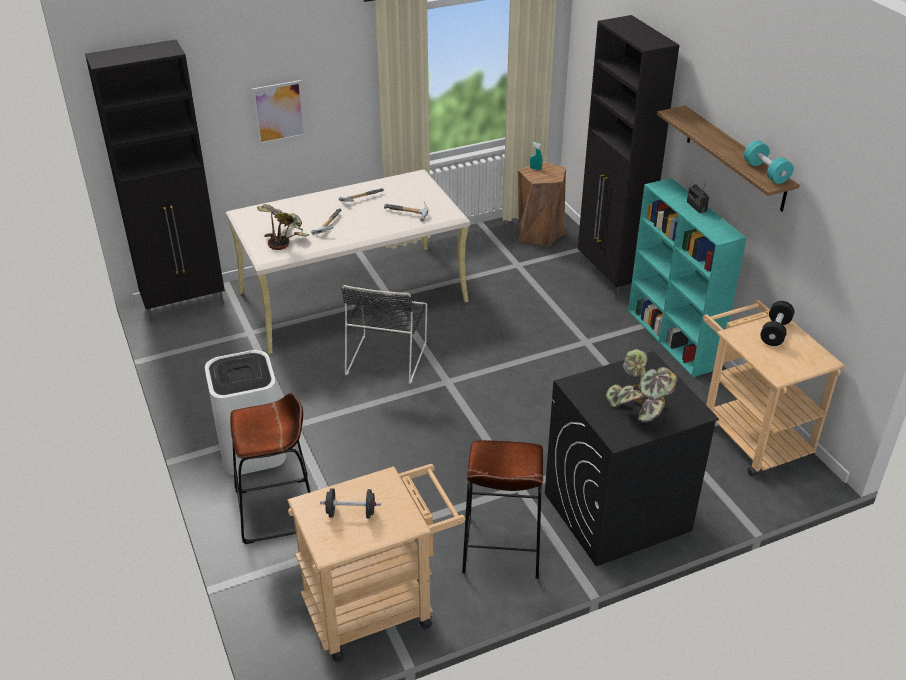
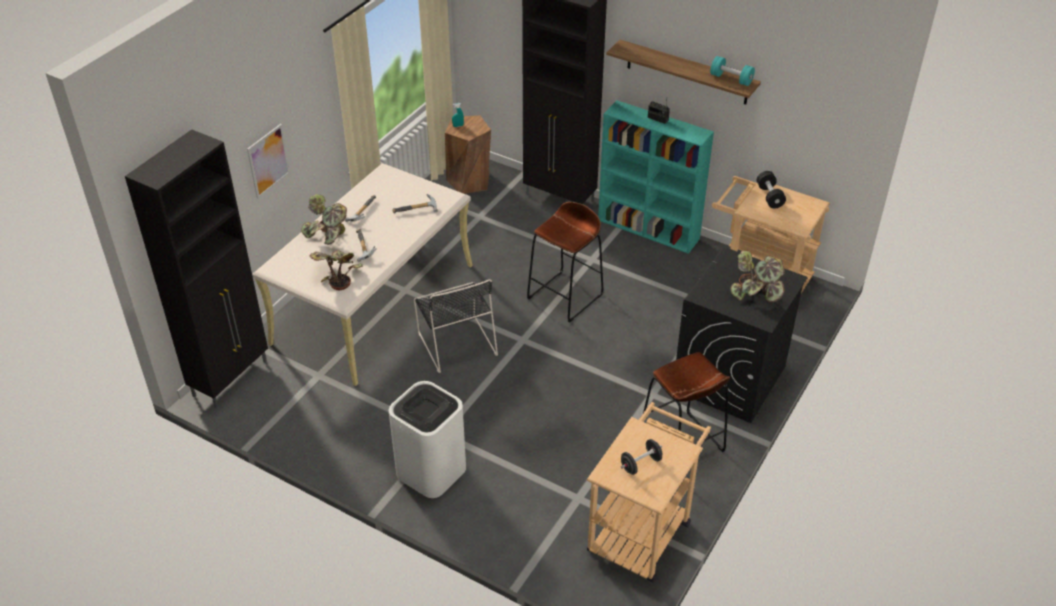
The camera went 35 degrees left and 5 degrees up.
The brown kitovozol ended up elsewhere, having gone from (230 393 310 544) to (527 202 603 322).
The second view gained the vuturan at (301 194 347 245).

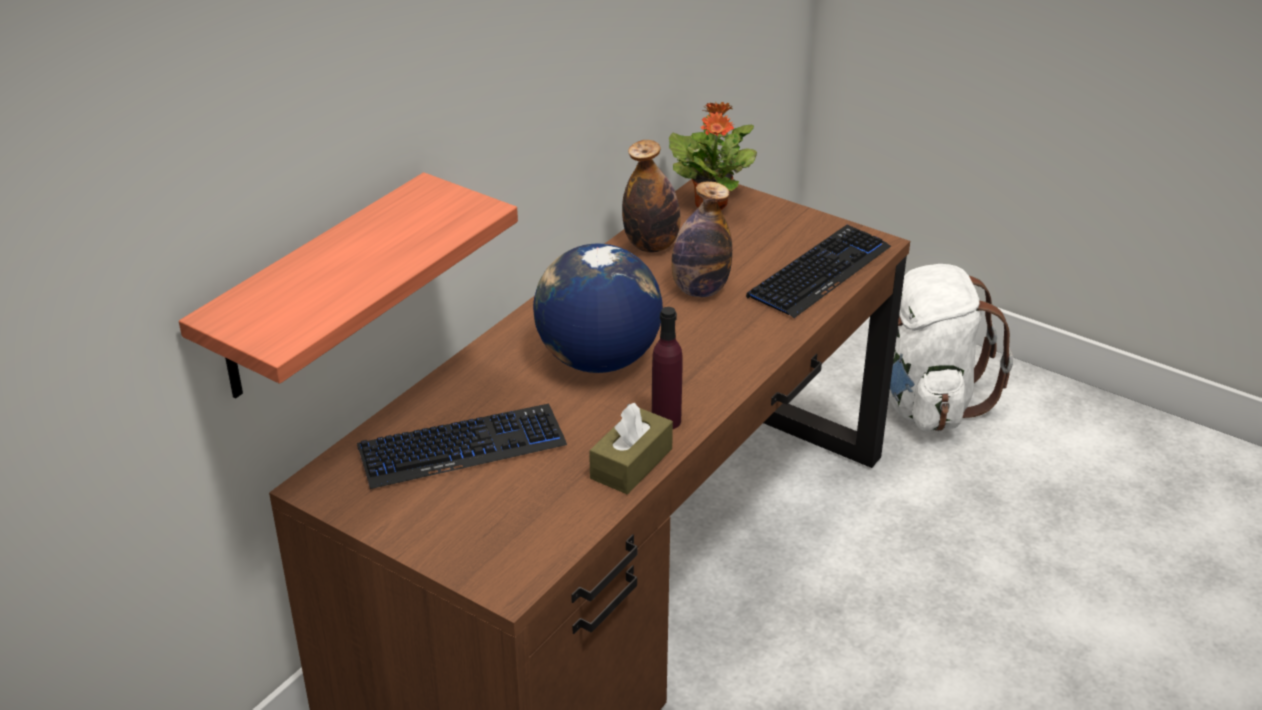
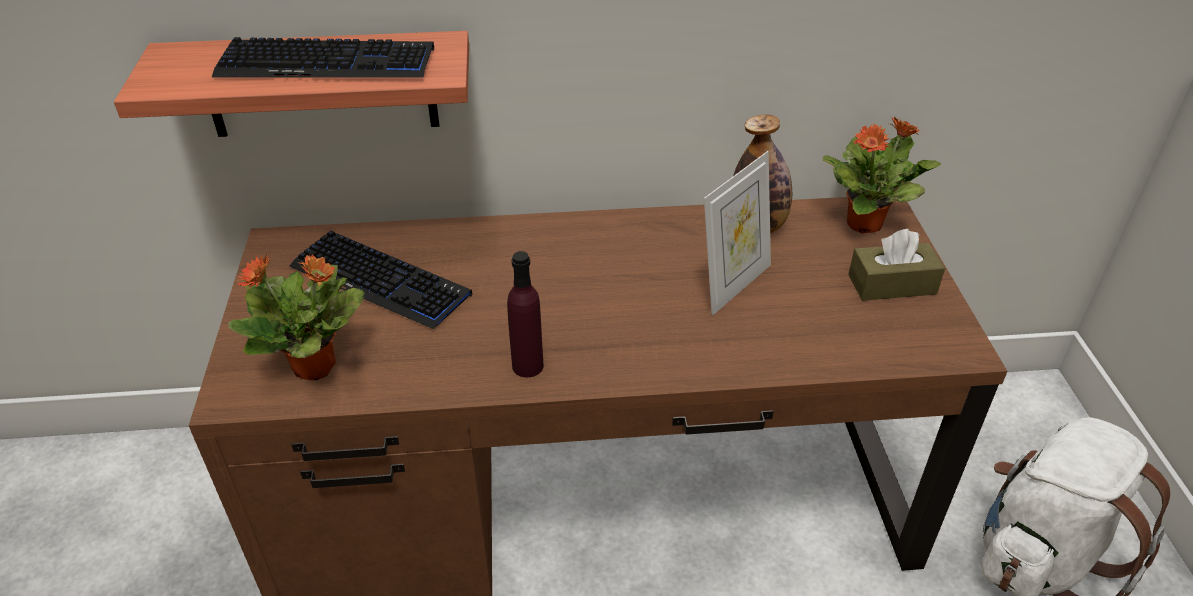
The camera went 50 degrees right and 5 degrees up.
Where the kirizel stood at (671 181 732 297), the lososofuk came to stand at (704 151 771 316).
The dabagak ended up elsewhere, having gone from (746 225 891 318) to (212 37 434 78).
The second view lost the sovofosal at (533 243 663 373).
The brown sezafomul ended up elsewhere, having gone from (589 403 673 494) to (848 229 945 301).
The second view gained the vuturan at (228 254 364 380).

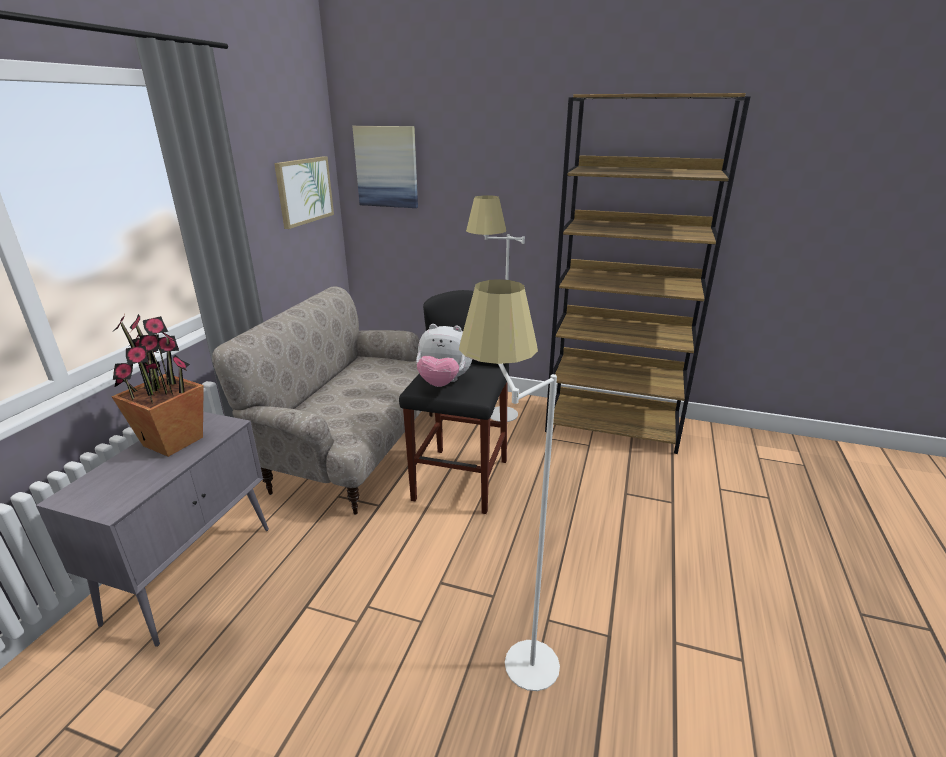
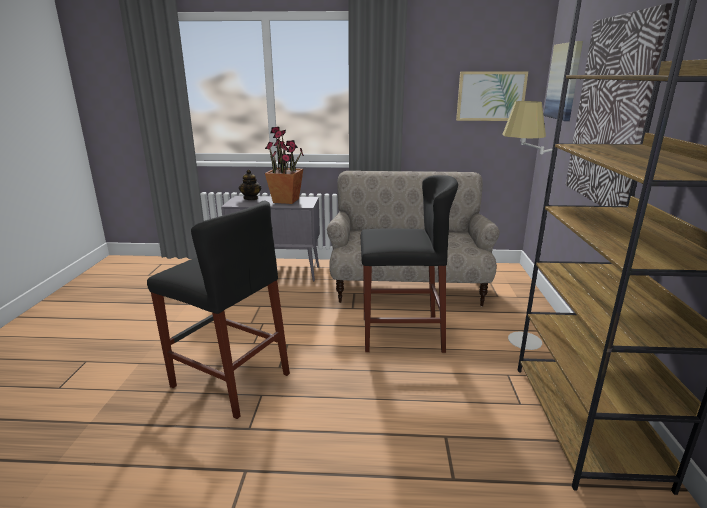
The camera went 75 degrees right and 5 degrees down.
Where the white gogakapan stood at (459 279 560 691), the black kitovozol came to stand at (147 200 290 419).
The second view lost the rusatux at (416 324 472 387).
The second view gained the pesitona at (566 3 672 206).
The second view gained the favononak at (239 170 261 200).

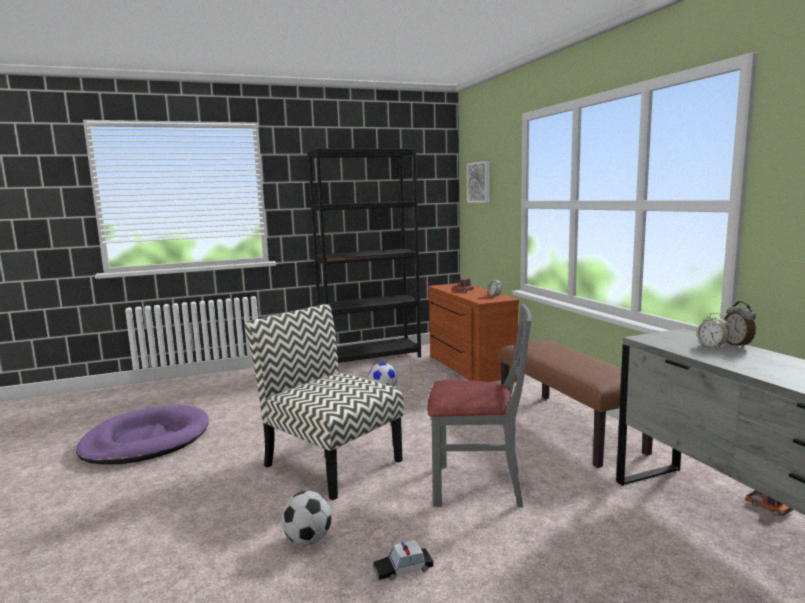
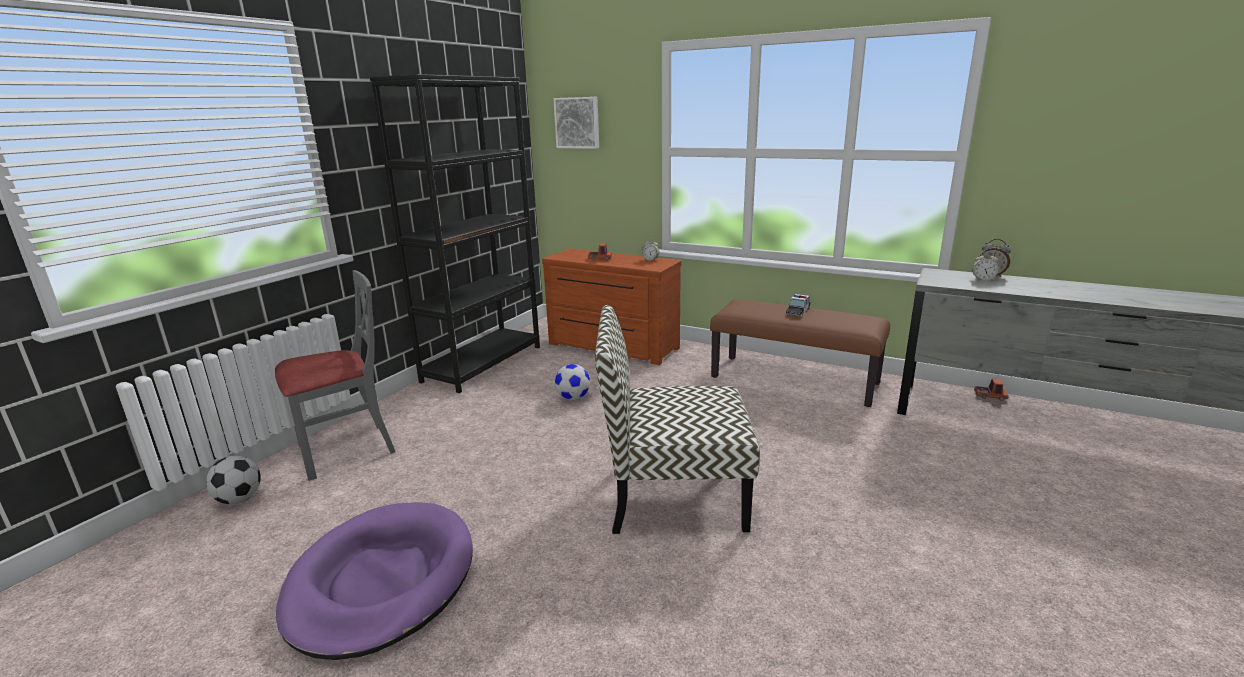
The camera went 40 degrees left and 10 degrees up.
The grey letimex ended up elsewhere, having gone from (428 304 532 507) to (275 270 395 481).
The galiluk ended up elsewhere, having gone from (282 491 332 545) to (206 456 261 504).
The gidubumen ended up elsewhere, having gone from (373 540 434 581) to (785 294 811 316).

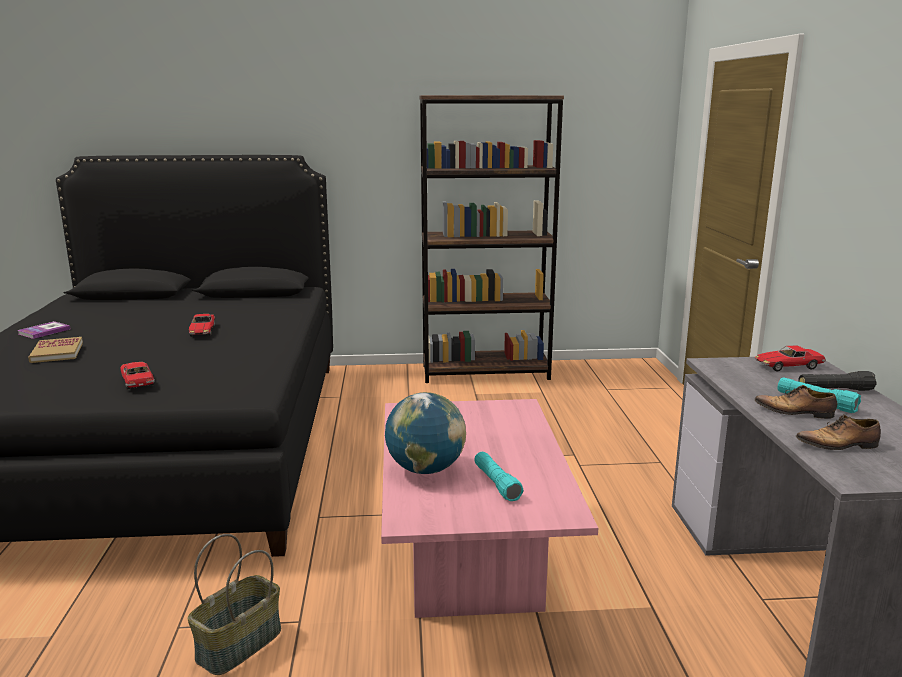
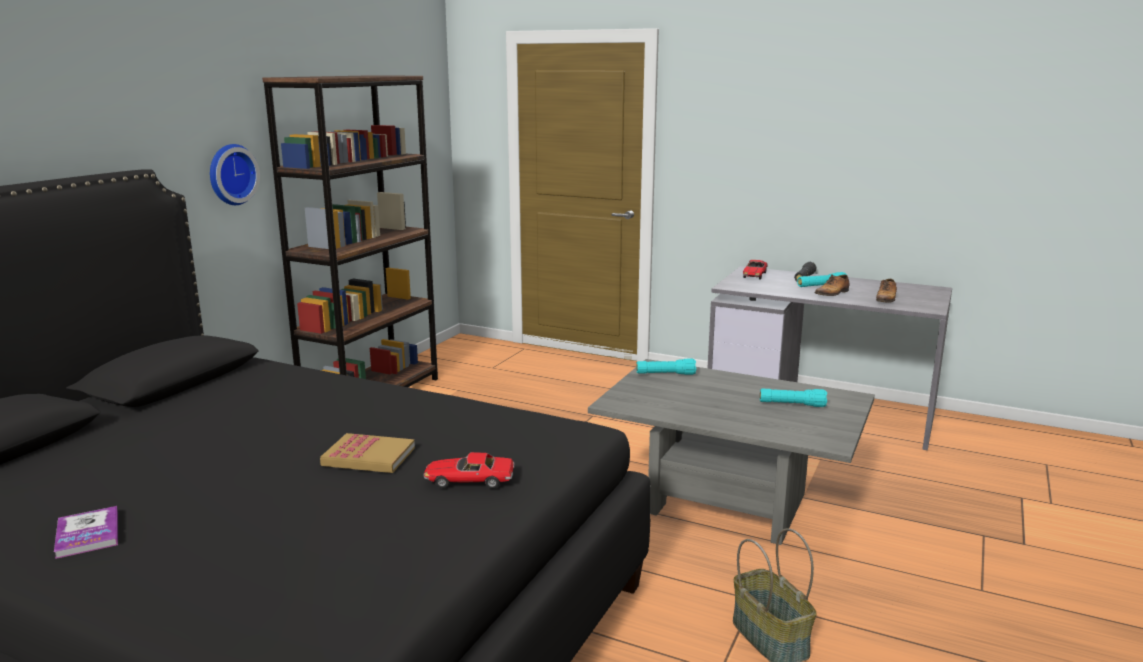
The camera went 60 degrees left and 0 degrees up.
The second view lost the gidubumen at (189 314 215 337).
The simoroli ended up elsewhere, having gone from (28 337 83 363) to (320 433 415 473).
The second view lost the sovofosal at (385 392 466 474).
What was the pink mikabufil at (381 399 598 618) turned into the grey mikabufil at (588 359 875 545).
The second view gained the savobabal at (210 144 260 205).
The second view gained the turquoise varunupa at (636 359 696 375).

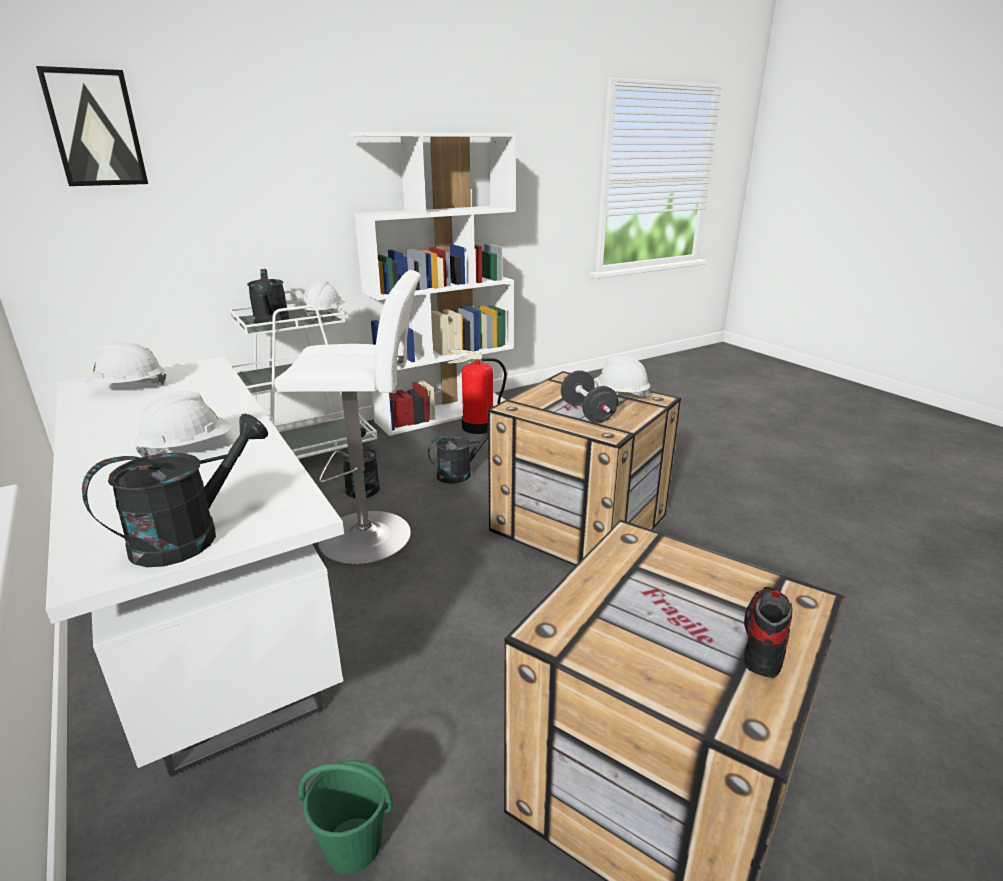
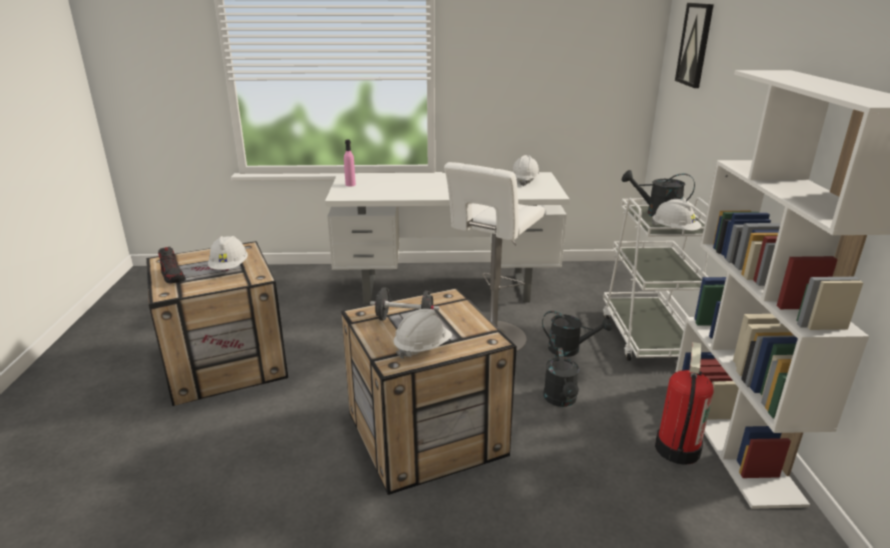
The camera went 120 degrees right and 0 degrees up.
The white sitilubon ended up elsewhere, having gone from (135 391 231 457) to (208 236 248 270).
Where the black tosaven stood at (82 414 268 567), the pink kirizel came to stand at (344 140 356 186).
The second view lost the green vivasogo at (299 760 393 874).

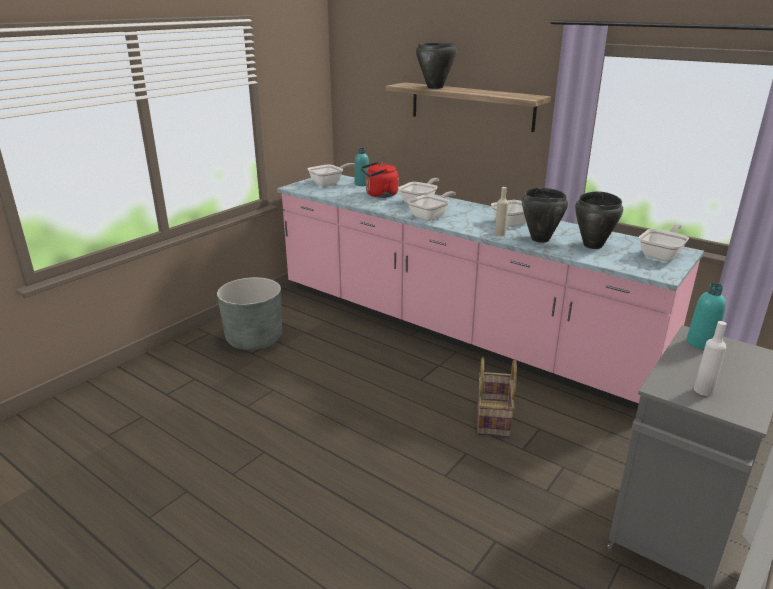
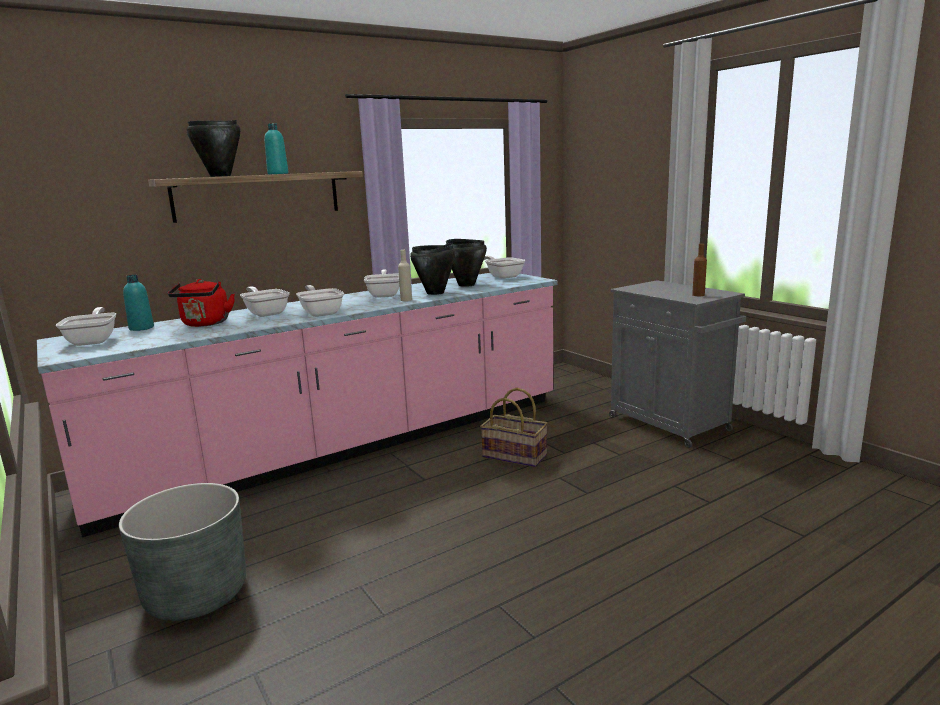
The camera went 70 degrees left and 10 degrees down.
The turquoise kirizel ended up elsewhere, having gone from (687 283 726 350) to (264 123 288 174).
What was the white kirizel at (694 321 727 396) turned into the brown kirizel at (692 244 707 296).

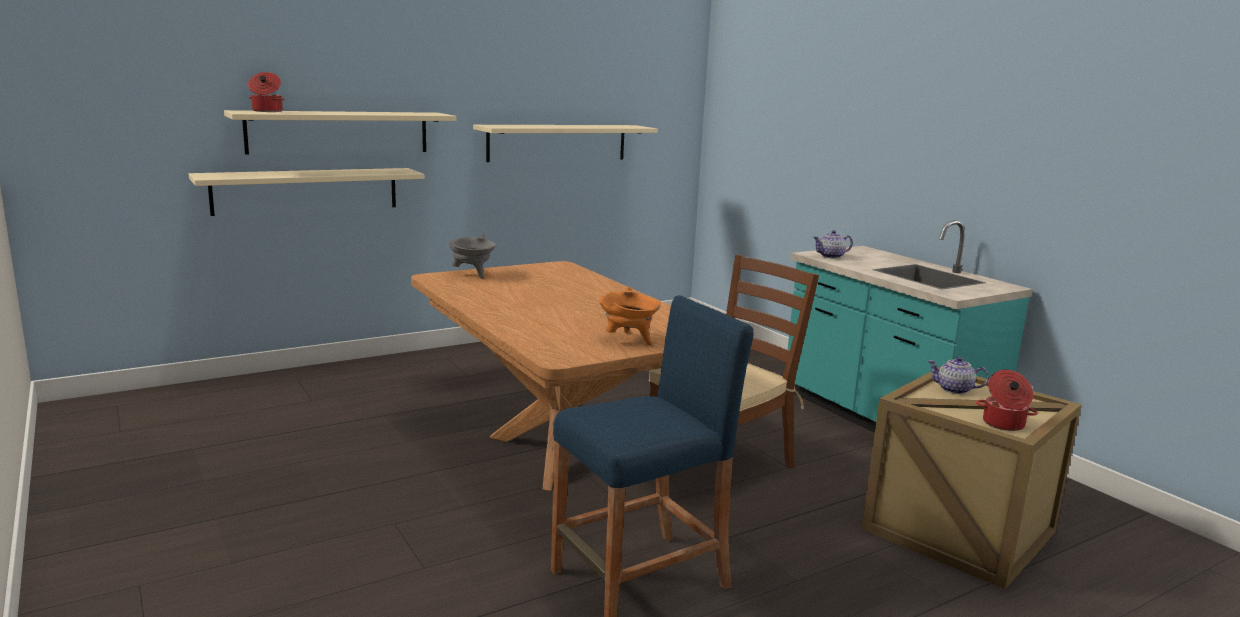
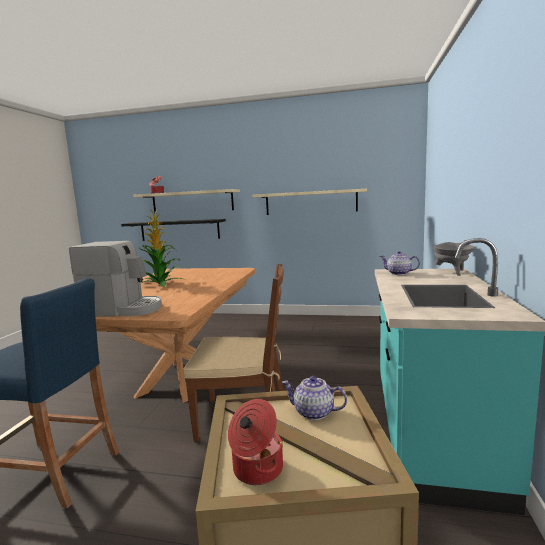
The camera went 45 degrees right and 5 degrees down.
What was the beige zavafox at (189 168 424 216) turned into the black zavafox at (121 219 226 241).
The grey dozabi ended up elsewhere, having gone from (448 234 496 279) to (433 240 476 276).
Where the orange dozabi stood at (599 287 661 345), the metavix came to stand at (69 241 162 317).
The favononak at (928 357 989 394) ended up facing another way, 45 degrees counterclockwise from before.
The second view gained the vuturan at (139 210 183 287).

